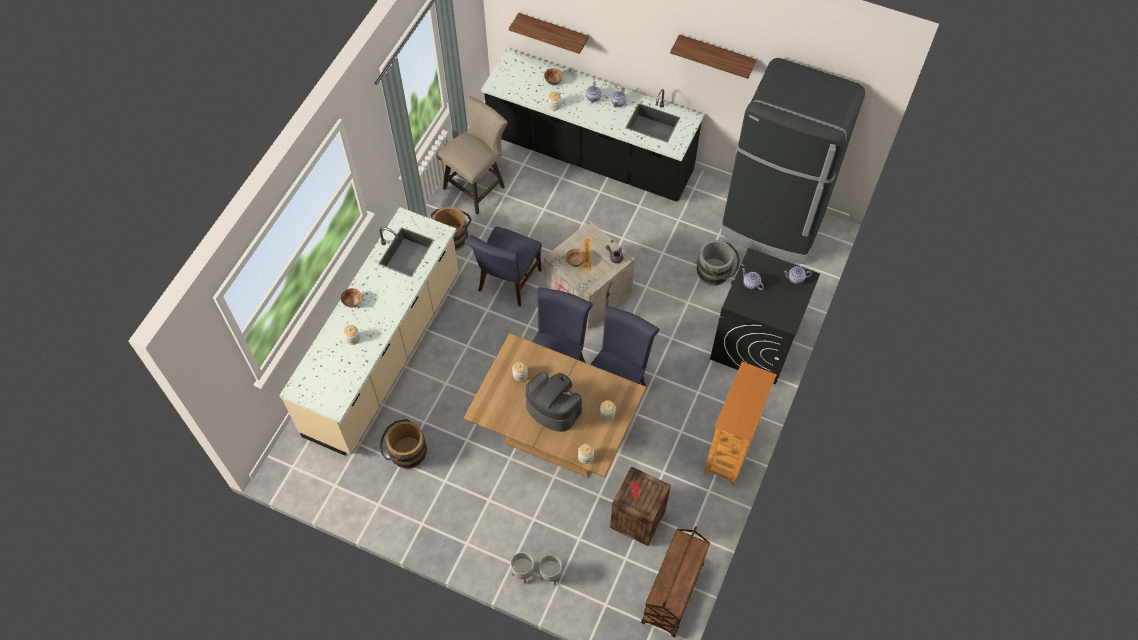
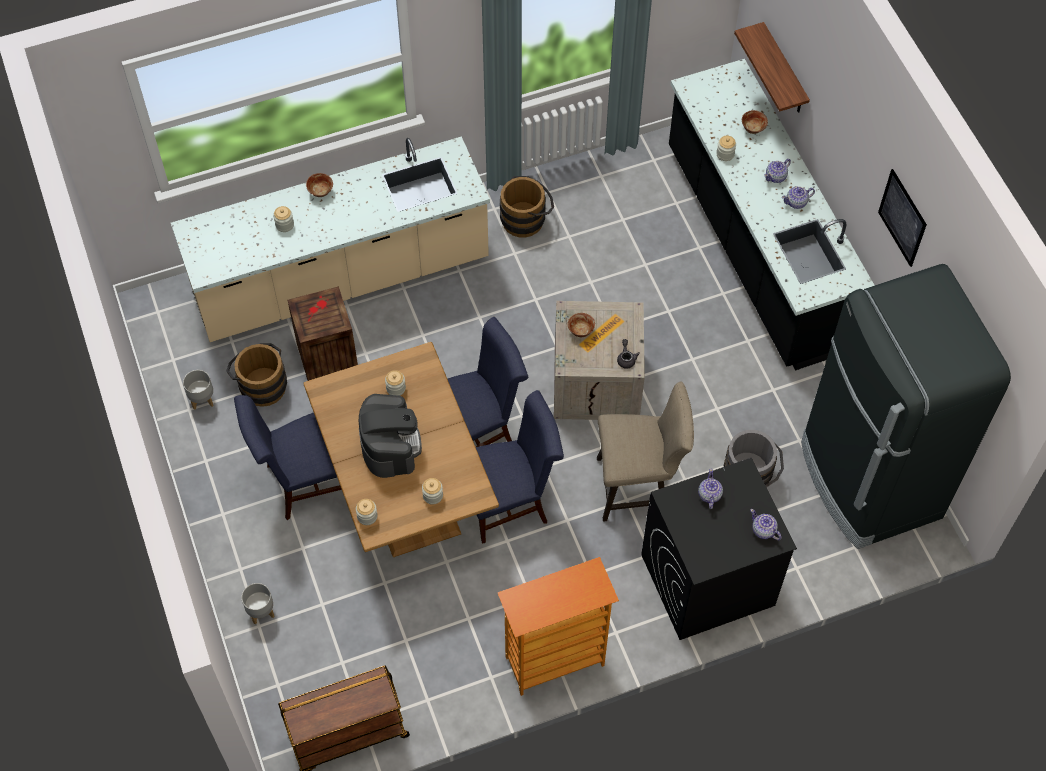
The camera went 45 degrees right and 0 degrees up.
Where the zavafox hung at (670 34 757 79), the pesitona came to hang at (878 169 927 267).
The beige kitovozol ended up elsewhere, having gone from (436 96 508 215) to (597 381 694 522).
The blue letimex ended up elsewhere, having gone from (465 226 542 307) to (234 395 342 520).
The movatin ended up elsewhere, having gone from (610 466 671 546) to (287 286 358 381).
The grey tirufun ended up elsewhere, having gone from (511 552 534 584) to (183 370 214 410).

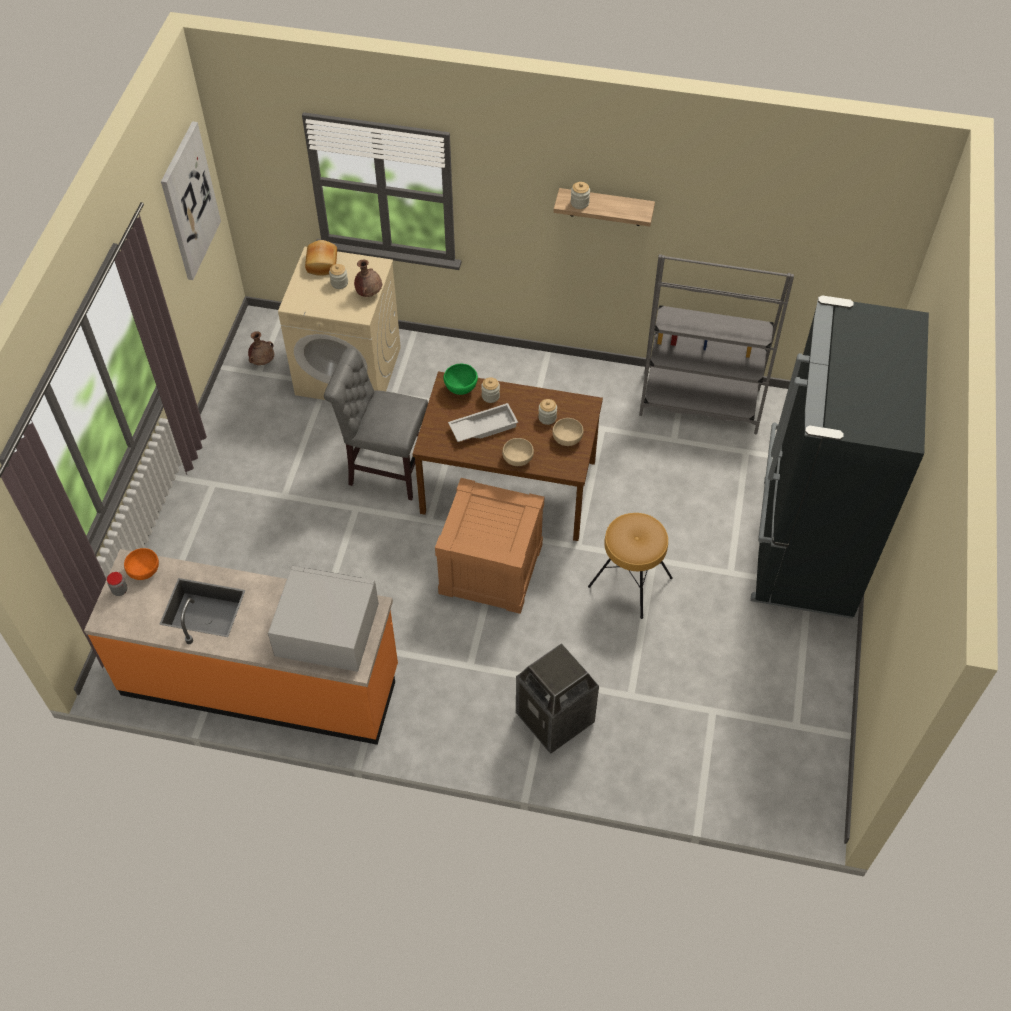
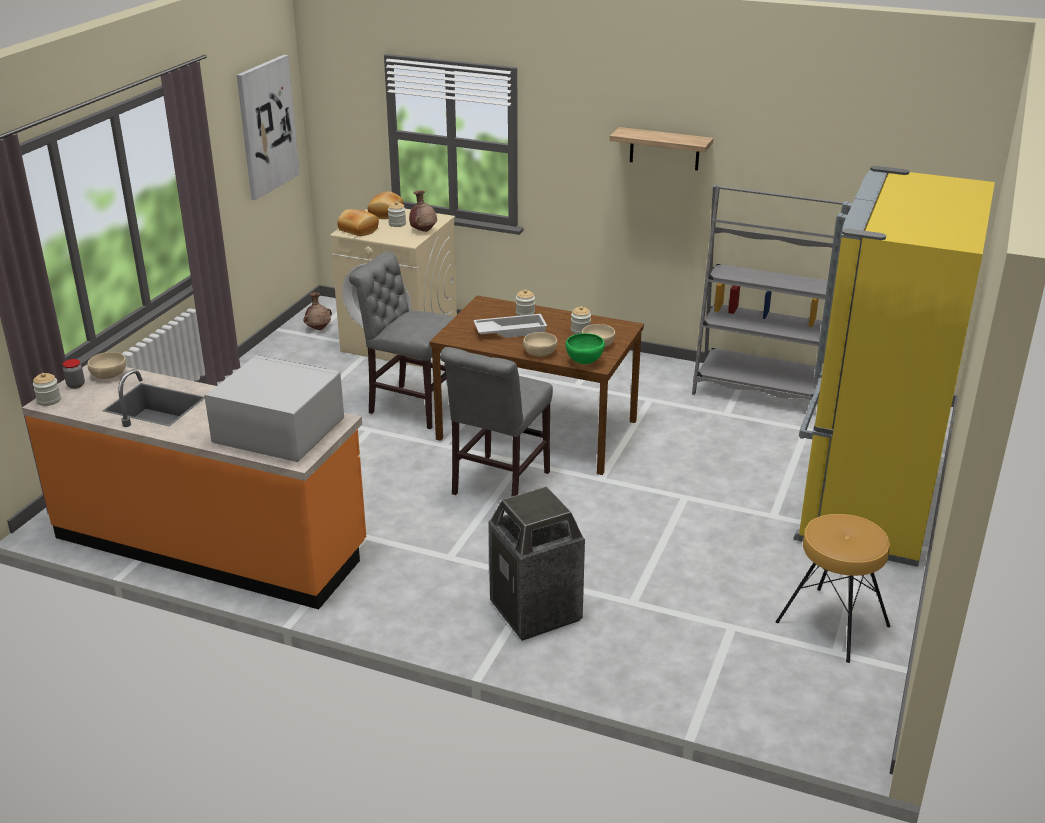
The camera went 10 degrees right and 25 degrees down.
The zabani ended up elsewhere, having gone from (571 182 590 209) to (33 373 61 406).
What was the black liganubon at (750 296 929 619) turned into the yellow liganubon at (793 166 995 567).
The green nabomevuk ended up elsewhere, having gone from (443 364 478 395) to (565 333 605 364).
Where the movatin stood at (435 478 544 614), the grey letimex came to stand at (440 347 553 496).
The brown kitovozol ended up elsewhere, having gone from (588 513 673 619) to (776 514 890 663).
What was the orange nabomevuk at (124 548 159 580) turned into the beige nabomevuk at (87 352 126 379).
The second view gained the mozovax at (337 209 379 236).

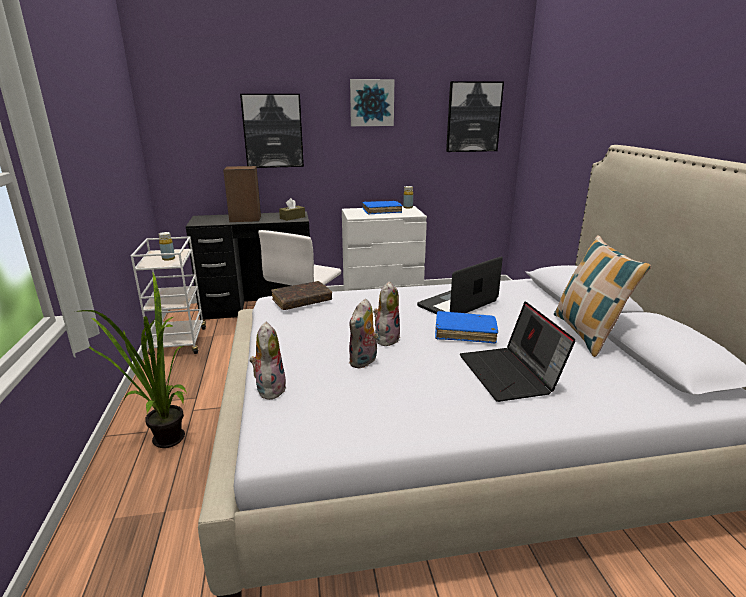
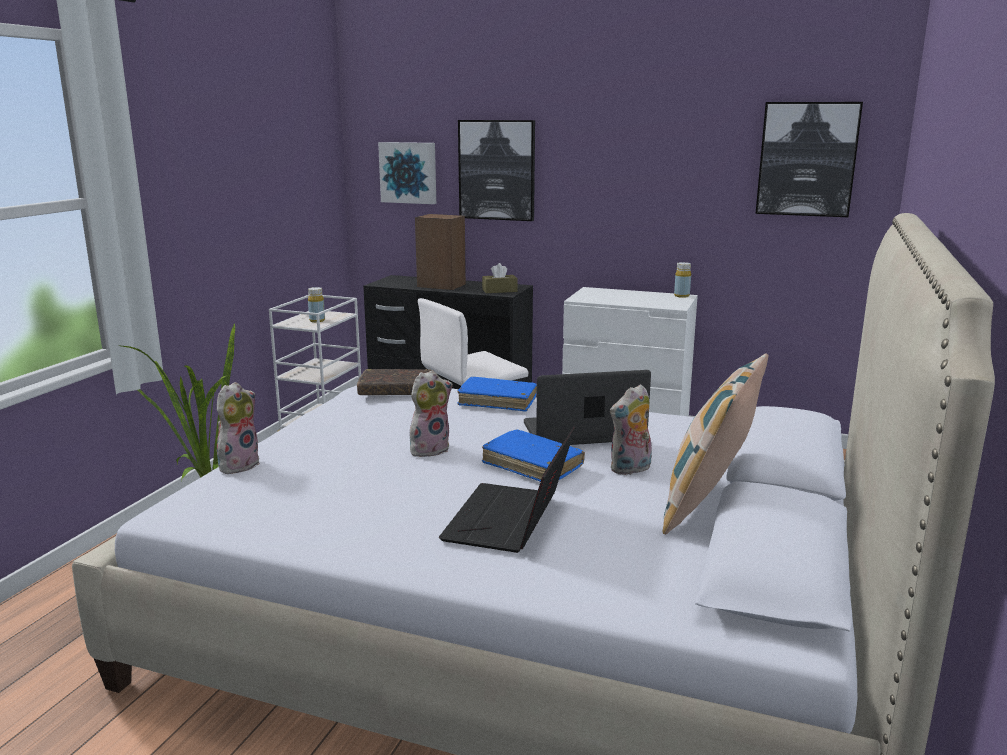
The camera went 30 degrees right and 5 degrees down.
The pesitona ended up elsewhere, having gone from (350 79 394 126) to (378 142 436 204).
The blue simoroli ended up elsewhere, having gone from (362 201 403 215) to (457 377 537 412).
The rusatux ended up elsewhere, having gone from (349 298 379 369) to (610 384 652 475).

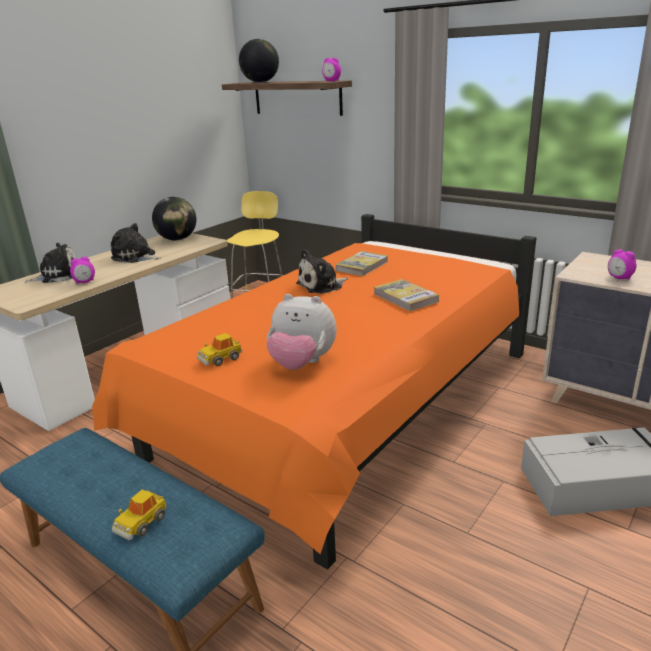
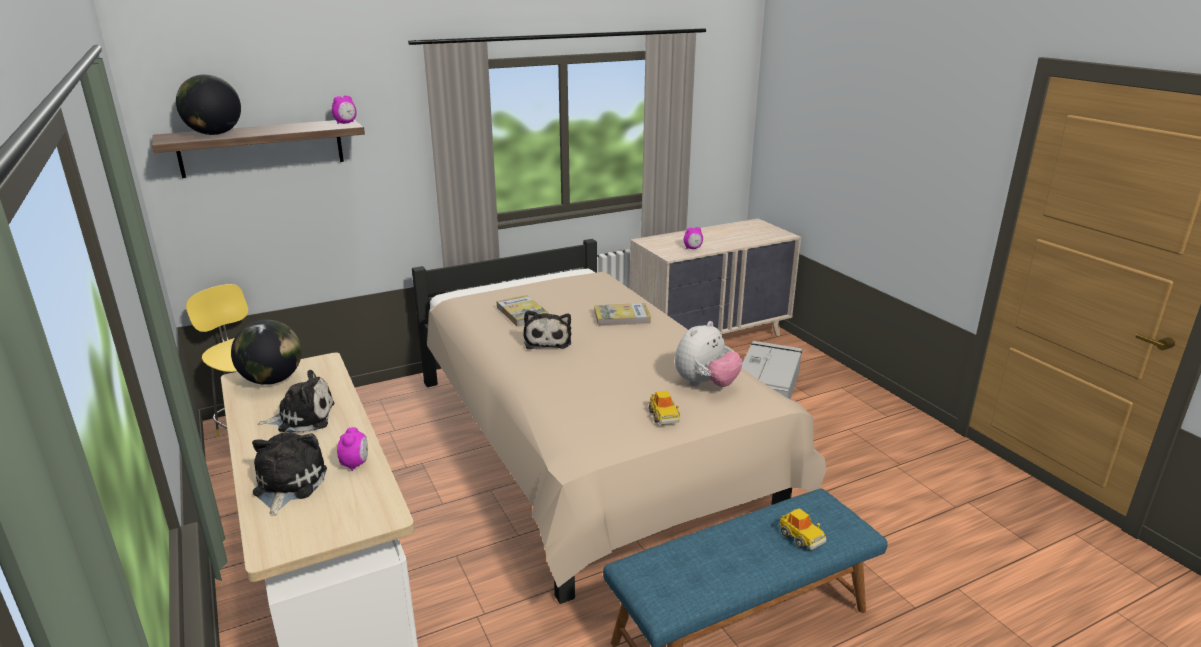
The camera went 65 degrees left and 0 degrees up.
What was the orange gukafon at (92 214 536 570) turned into the beige gukafon at (412 239 827 604).
The rusatux at (111 223 161 263) ended up facing another way, 150 degrees counterclockwise from before.

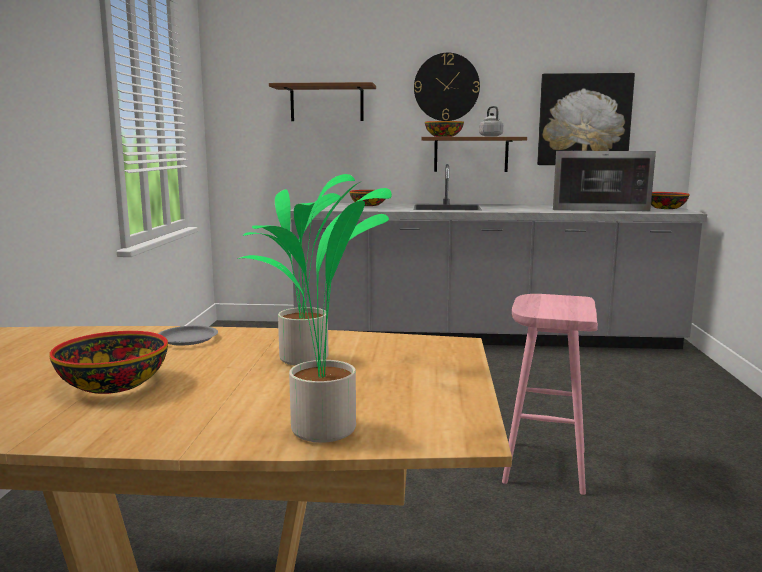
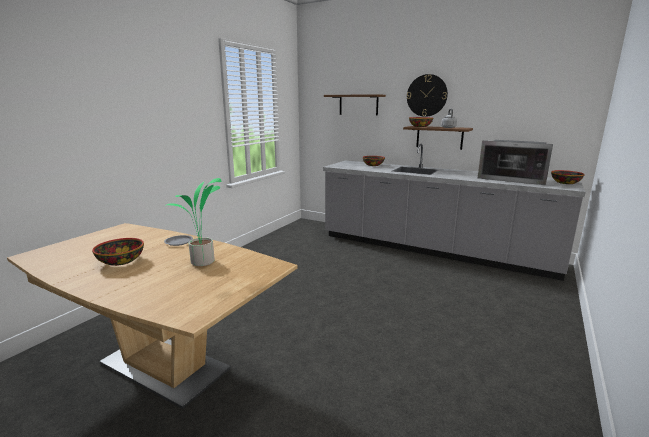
The camera went 25 degrees right and 5 degrees up.
The second view lost the pesitona at (537 73 635 165).
The second view lost the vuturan at (238 188 392 443).
The second view lost the pink kitovozol at (502 294 598 495).

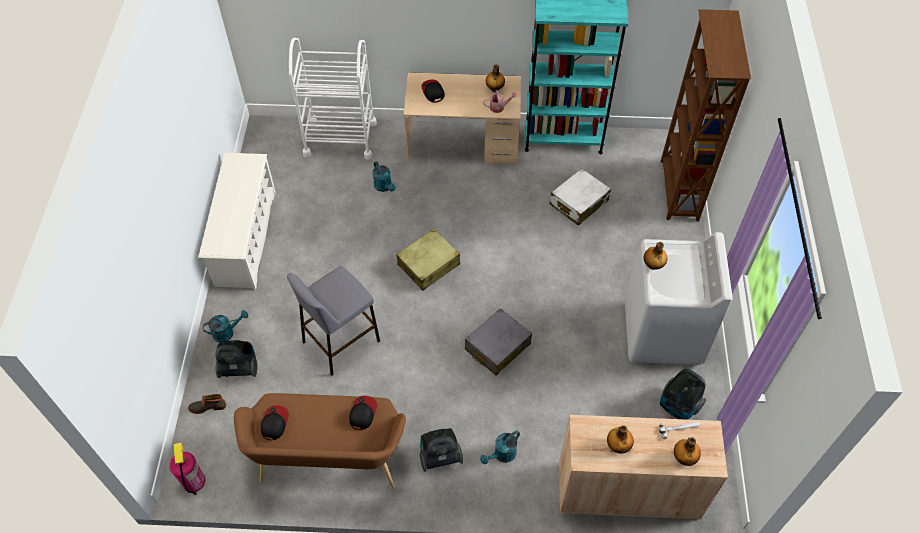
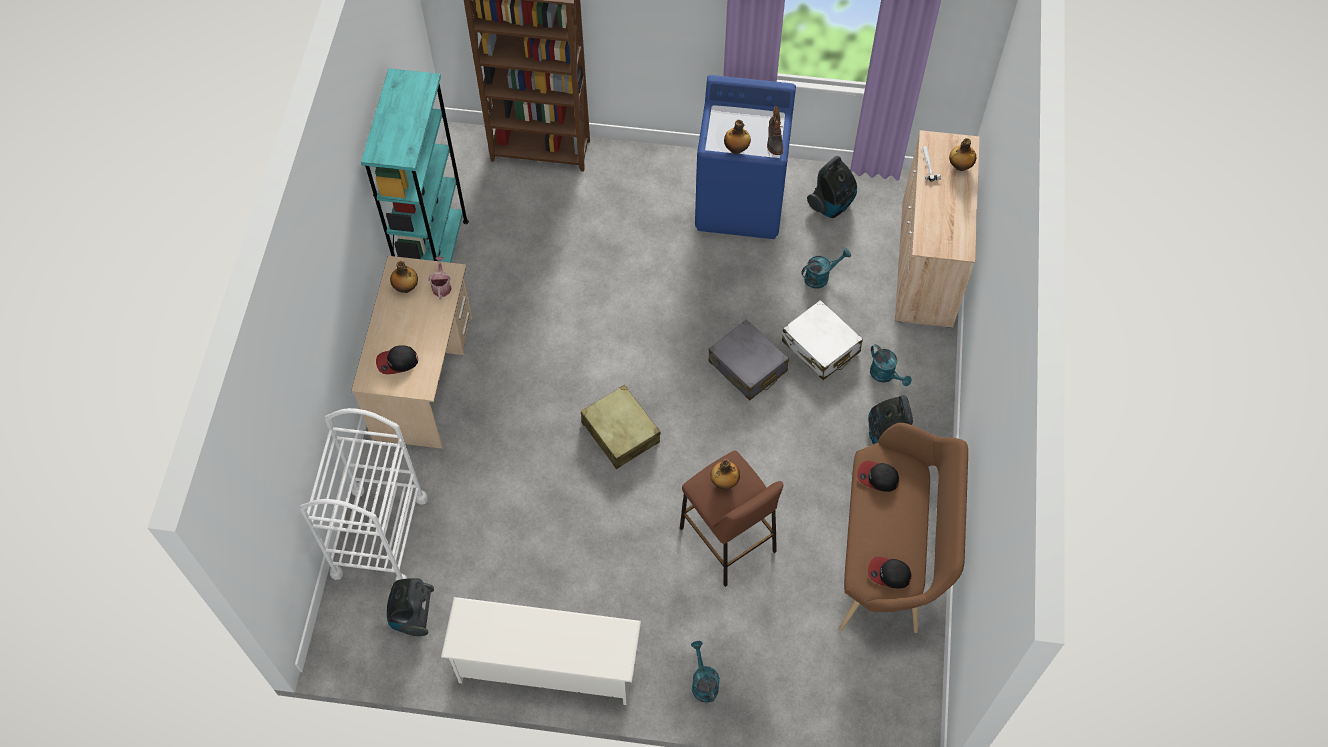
The camera went 85 degrees left and 5 degrees up.
The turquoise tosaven ended up elsewhere, having gone from (373 161 396 192) to (801 248 851 288).
The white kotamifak ended up elsewhere, having gone from (549 168 611 226) to (782 300 863 380).
What was the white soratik at (625 232 733 365) turned into the blue soratik at (695 75 796 239).
What was the grey kitovozol at (287 266 380 376) turned into the brown kitovozol at (680 451 783 587).
The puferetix ended up elsewhere, having gone from (216 340 257 378) to (387 578 434 636).
The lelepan ended up elsewhere, having gone from (188 394 226 414) to (767 106 783 155).
The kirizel ended up elsewhere, having gone from (607 425 634 454) to (711 459 740 489).
The second view lost the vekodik at (169 443 206 495).

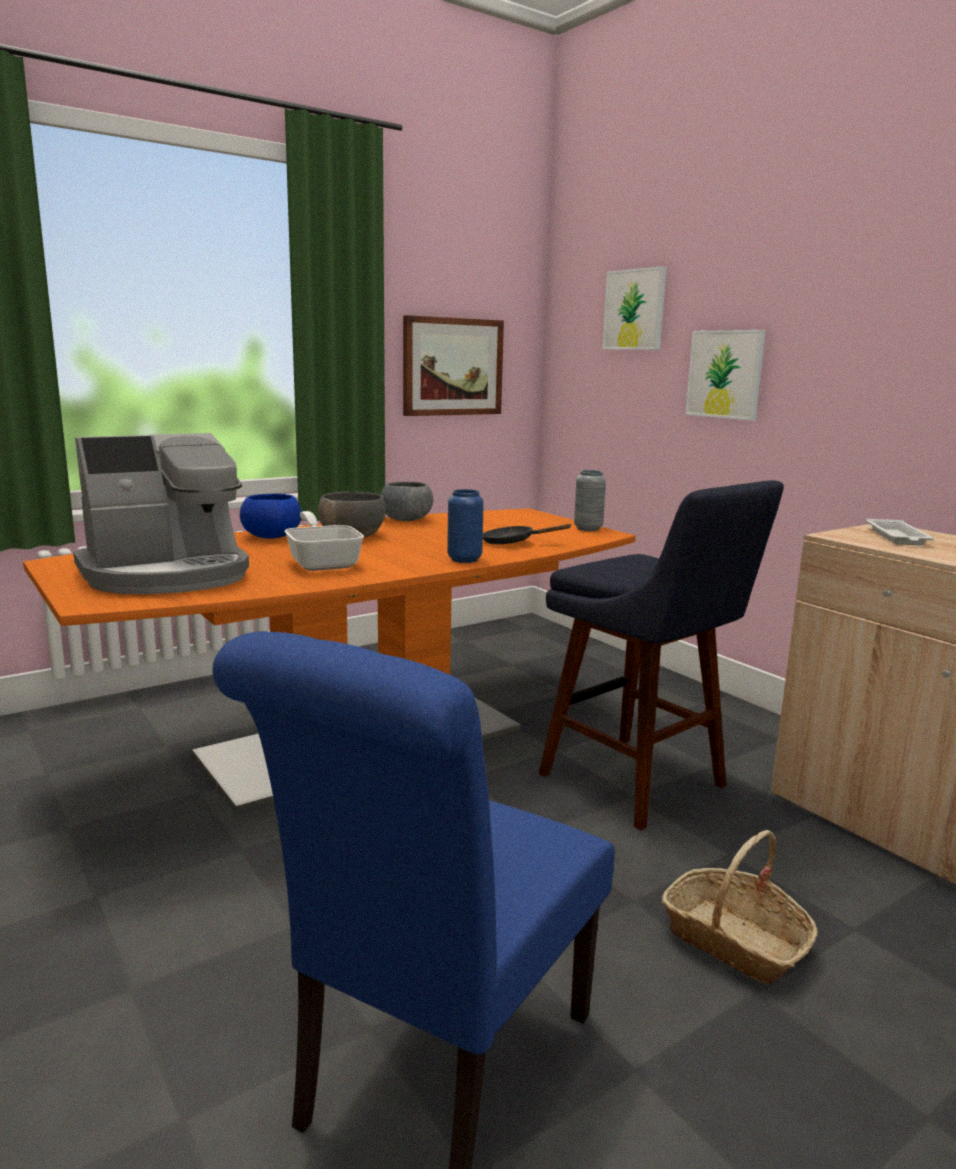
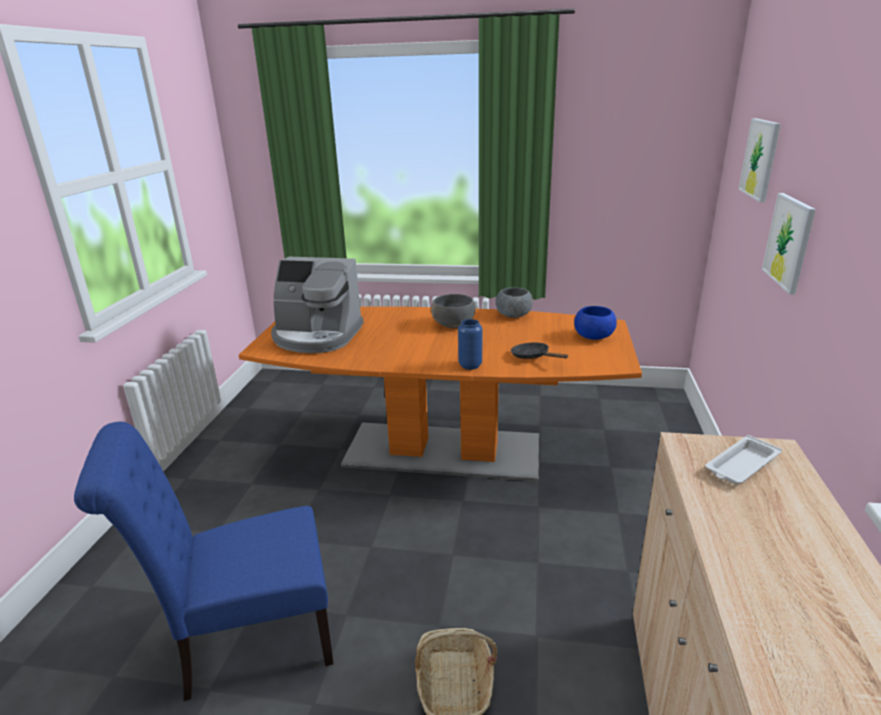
The camera went 45 degrees right and 10 degrees up.
The second view lost the pesitona at (403 315 504 416).
The second view lost the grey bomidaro at (574 470 606 531).
The second view lost the blue kitovozol at (539 480 784 830).
The blue nabomevuk ended up elsewhere, having gone from (240 494 302 539) to (574 306 617 340).
The second view lost the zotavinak at (285 511 364 571).

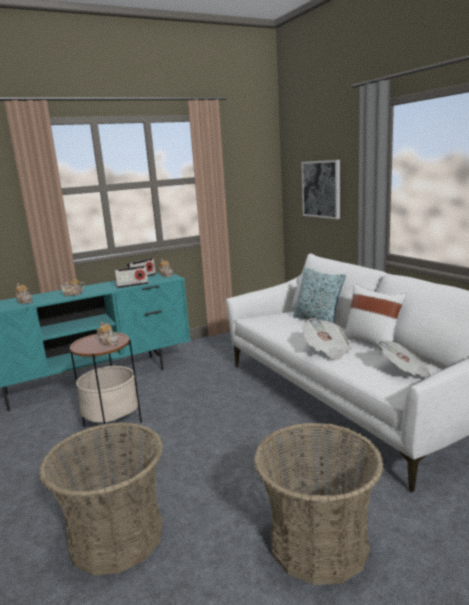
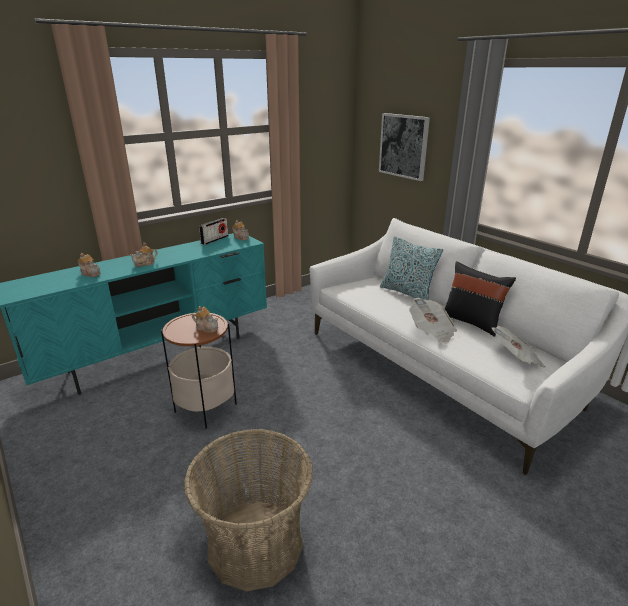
The camera went 10 degrees left and 10 degrees up.
The second view lost the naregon at (114 265 149 288).
What was the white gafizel at (344 284 407 350) turned into the black gafizel at (444 261 516 337).
The second view lost the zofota at (254 423 383 585).

